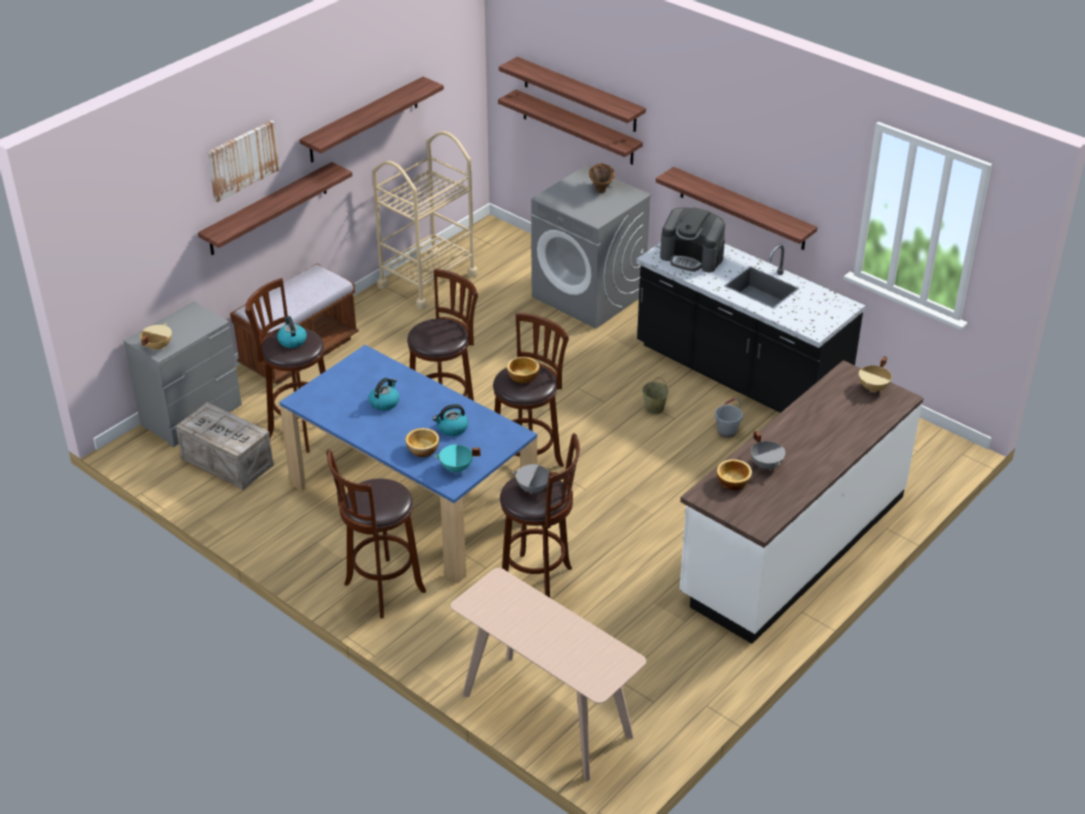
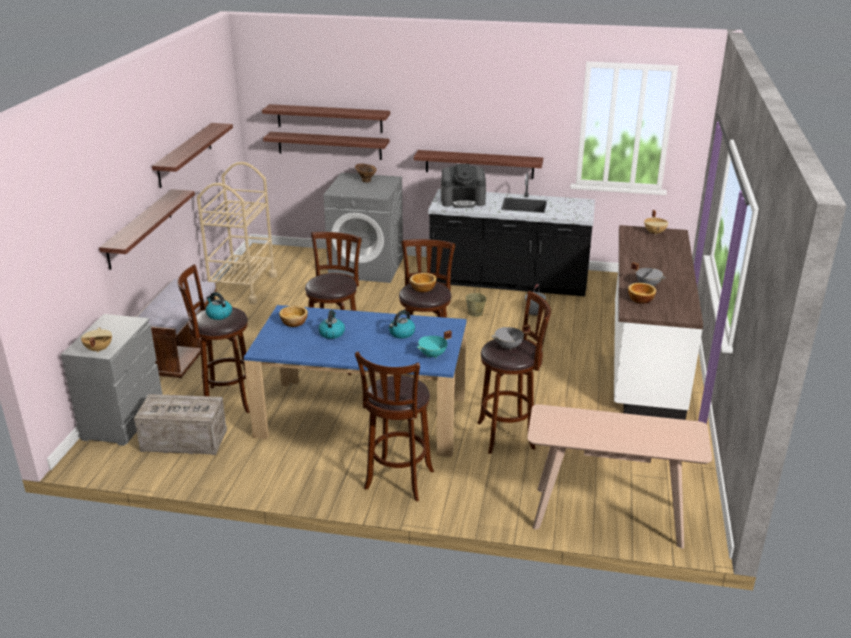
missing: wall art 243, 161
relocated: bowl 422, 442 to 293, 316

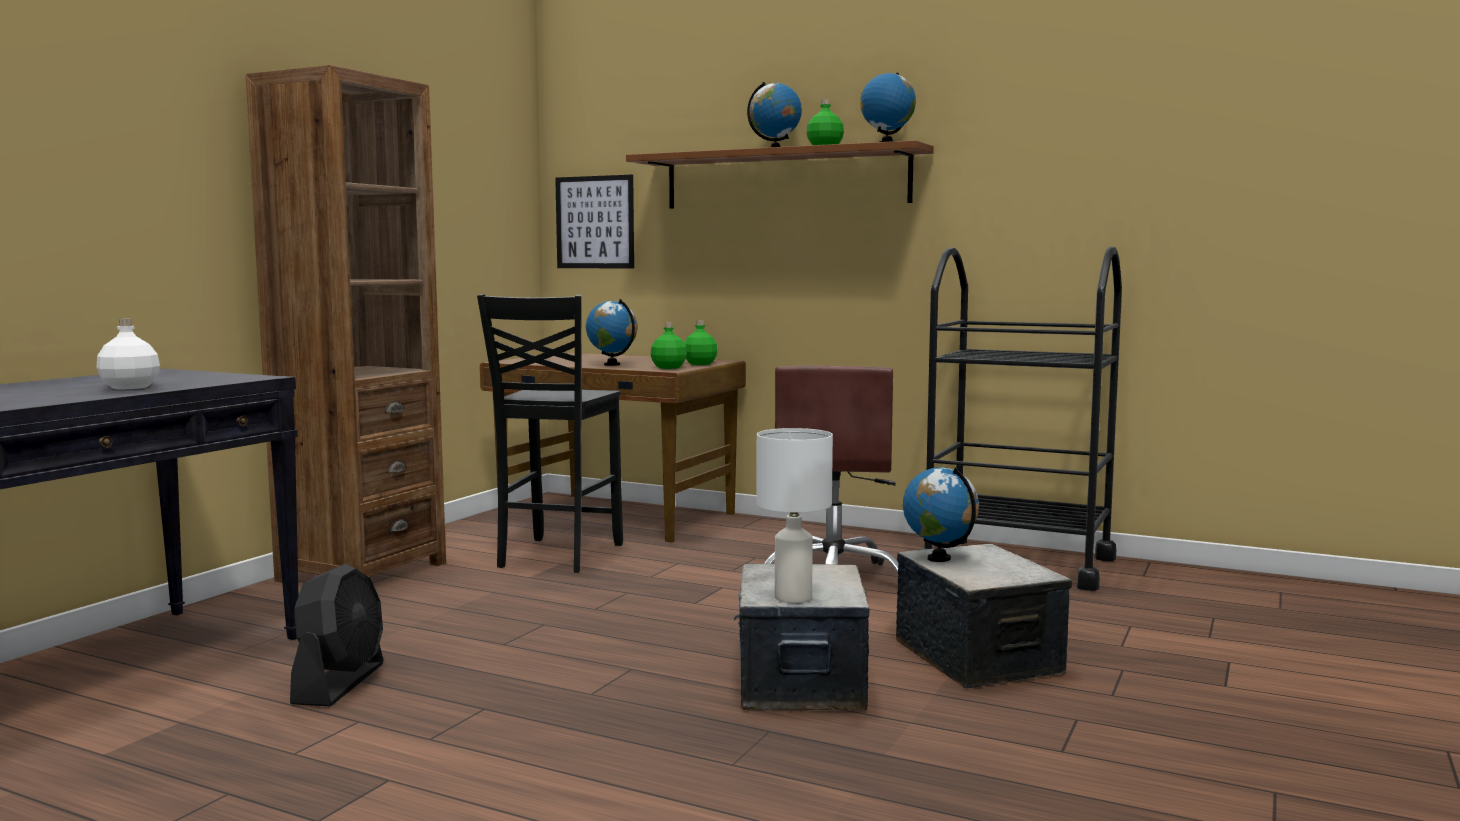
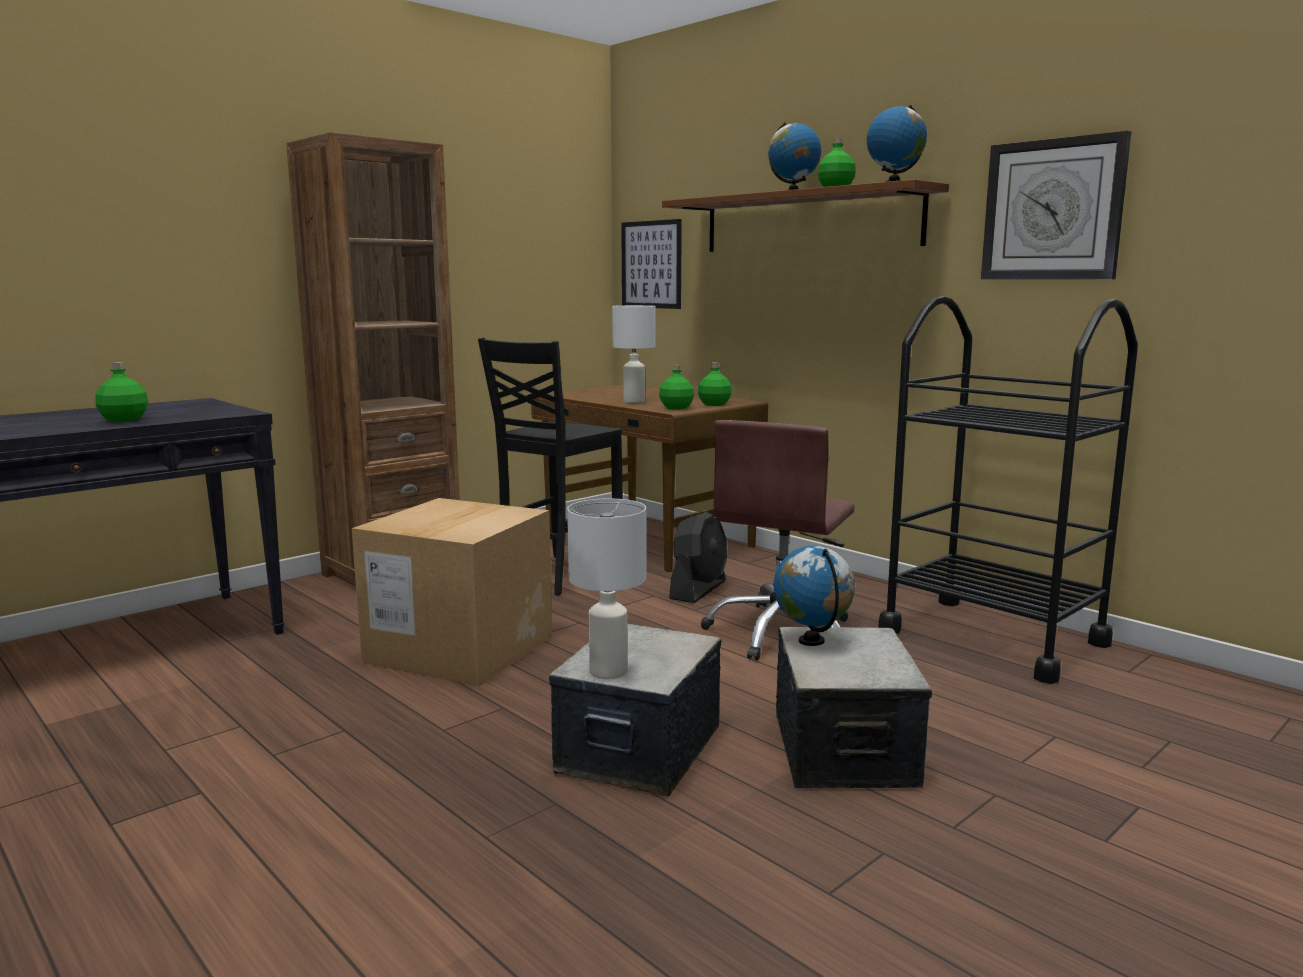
appeared: carton 452, 592; wall clock 1056, 205
relocated: black-coloured fan 336, 635 to 698, 557
exchanged: globe 611, 332 to white tabletop lamp 634, 354
colour: white bottle 128, 354 to greenish bottle 121, 392

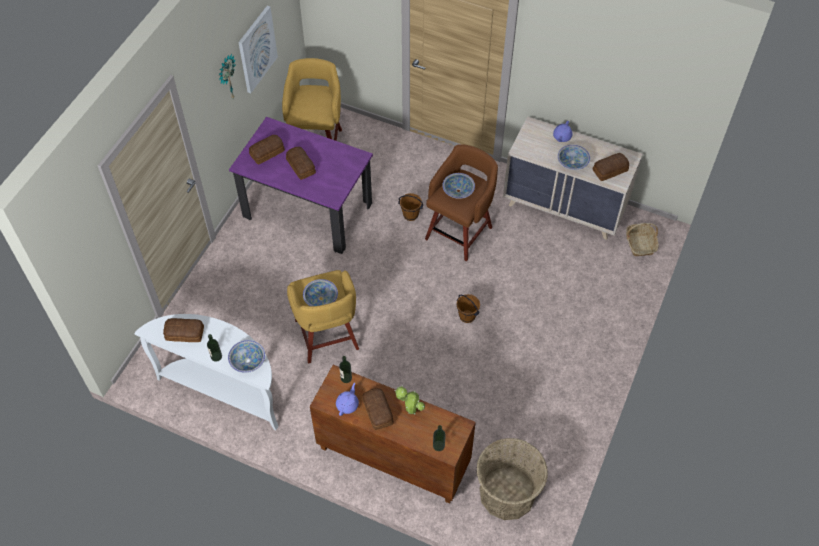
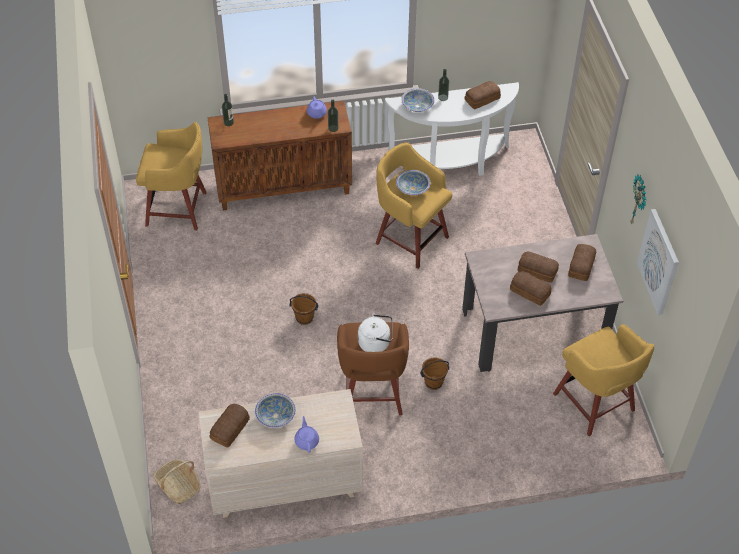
missing: potted plant 409, 400
relocated: bread 378, 409 to 531, 288
exchanged: basket 512, 479 to yellow stool 171, 176; bowl 458, 186 to white kettle 375, 332
colour: purple-coloured dining table 301, 185 to beige dining table 542, 303

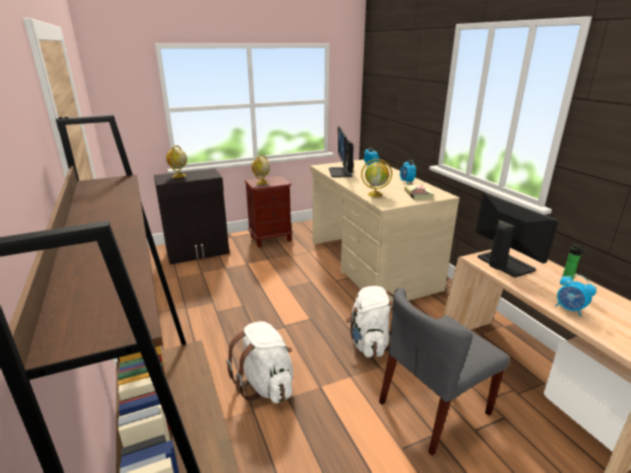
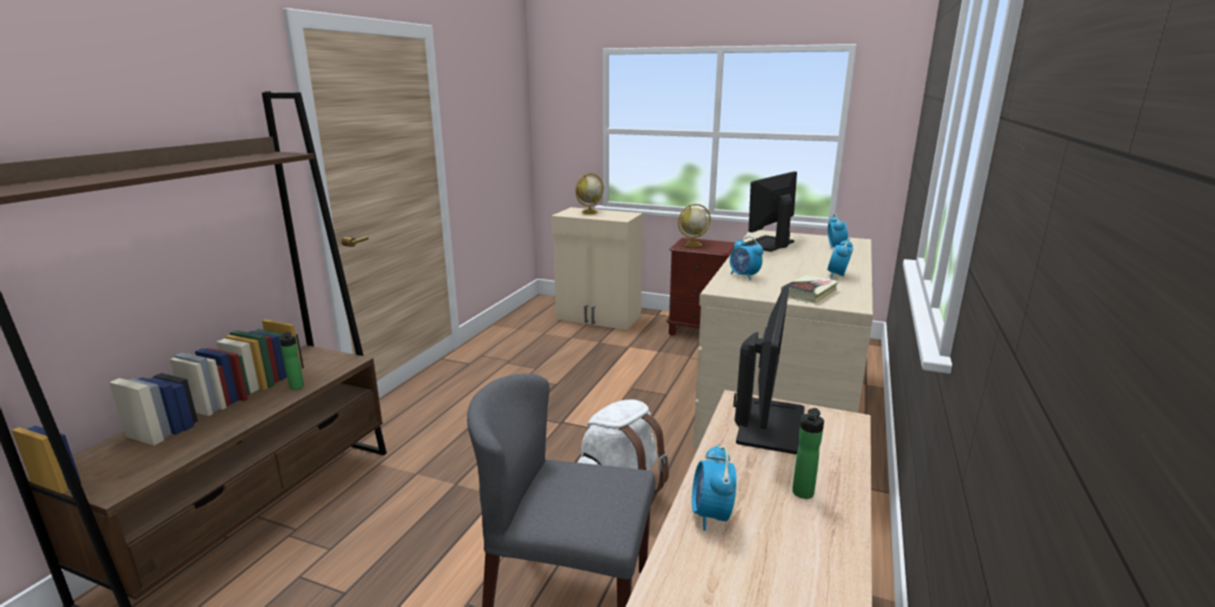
missing: white knapsack 259, 362
appeared: bottle 292, 361
exchanged: globe 376, 178 to bedside clock 746, 258
colour: black-coloured cabinet 191, 216 to beige cabinet 597, 268

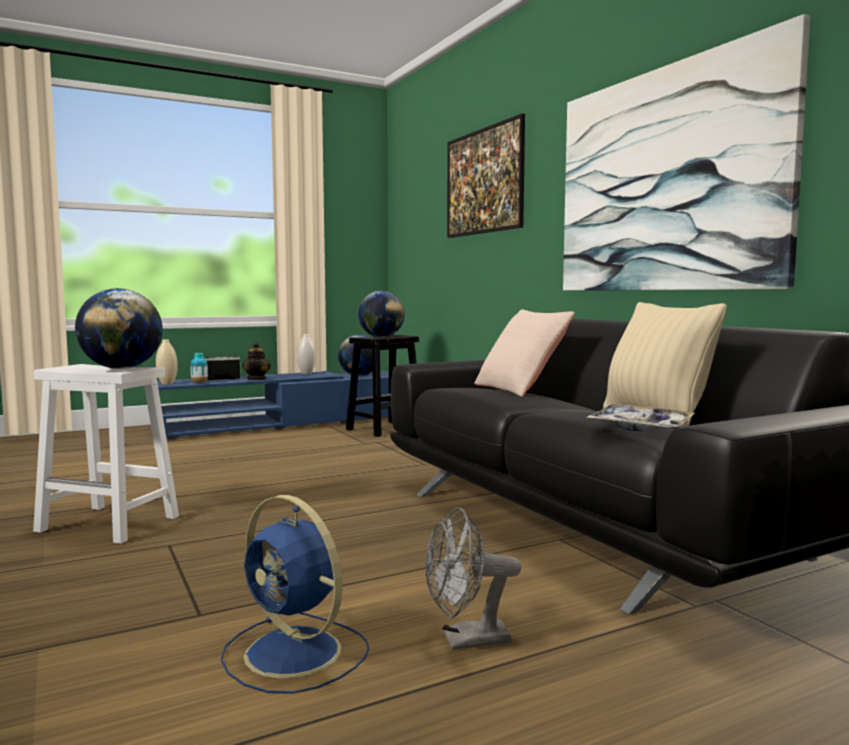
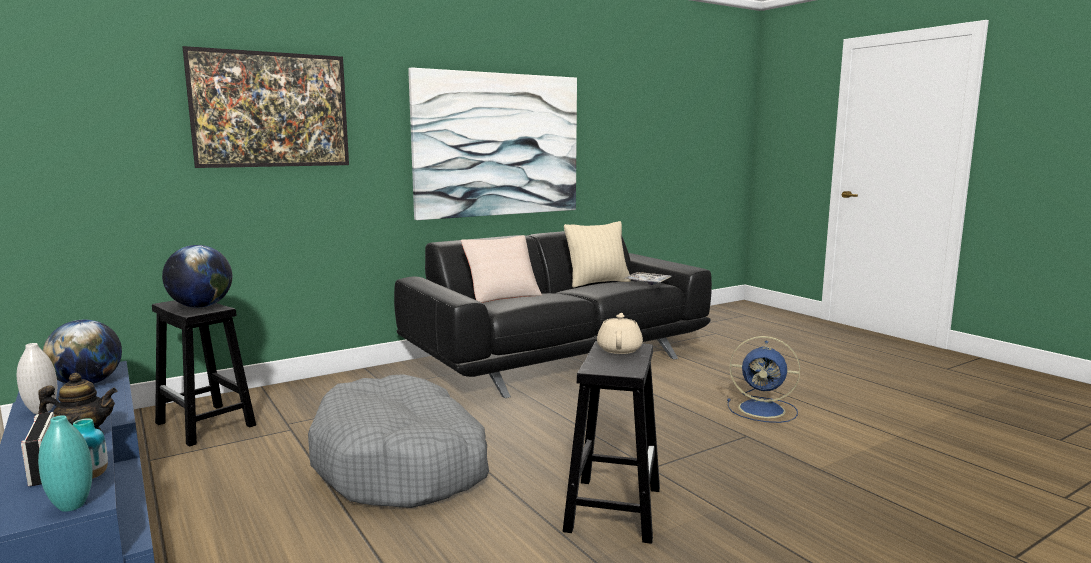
missing: greyish fan 473, 578
appeared: greyish dog bed 398, 441
exchanged: globe 119, 328 to beige teapot 620, 333
colour: beige flower vase 167, 362 to turquoise flower vase 65, 463; white stool 106, 454 to black-coloured stool 611, 442
spun: blue fan 295, 594 = 763, 379 75 degrees clockwise

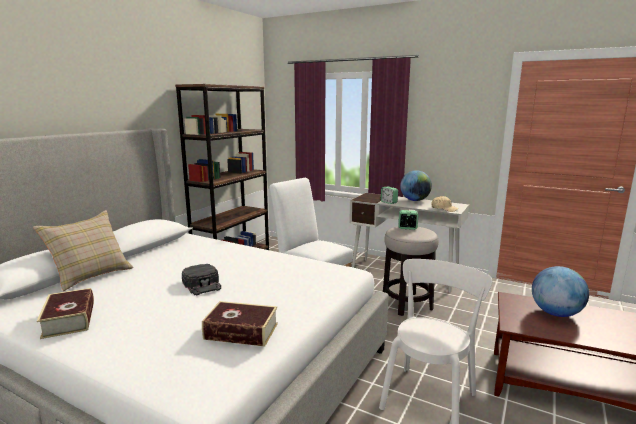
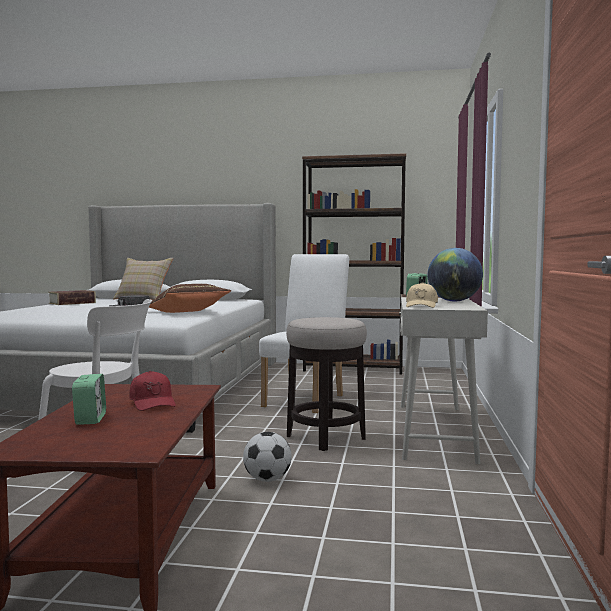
missing: bound book 240, 324
appeared: brownish pillow 190, 298; ball for football 267, 457
relocated: bedside clock 408, 220 to 89, 399
exchanged: globe 560, 291 to red baseball cap 152, 391

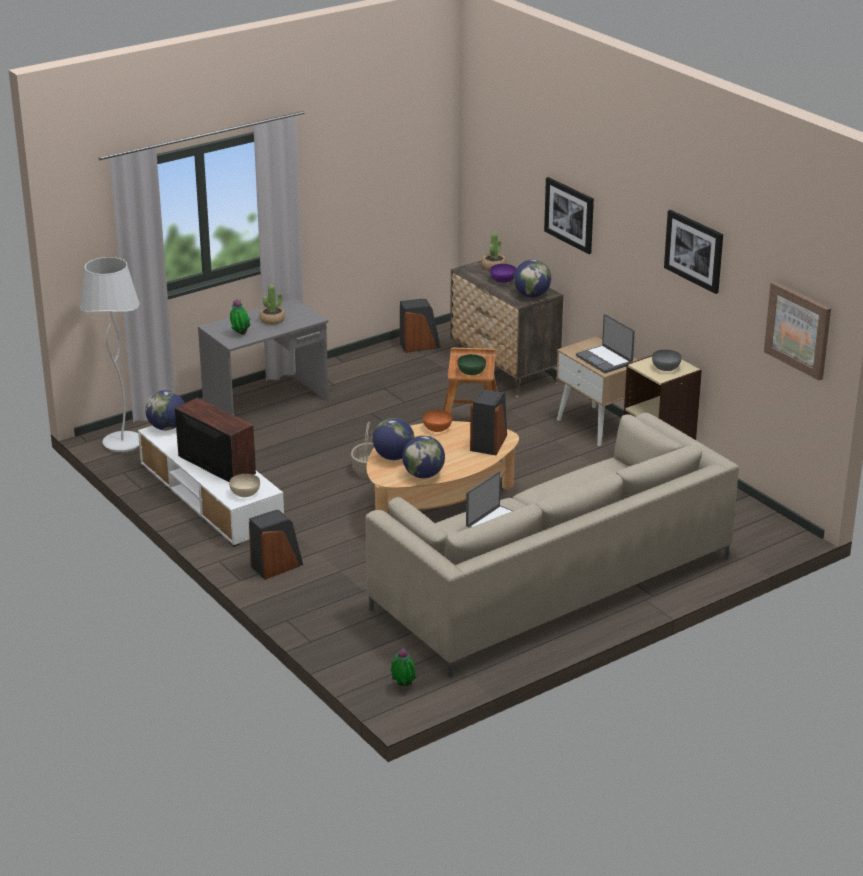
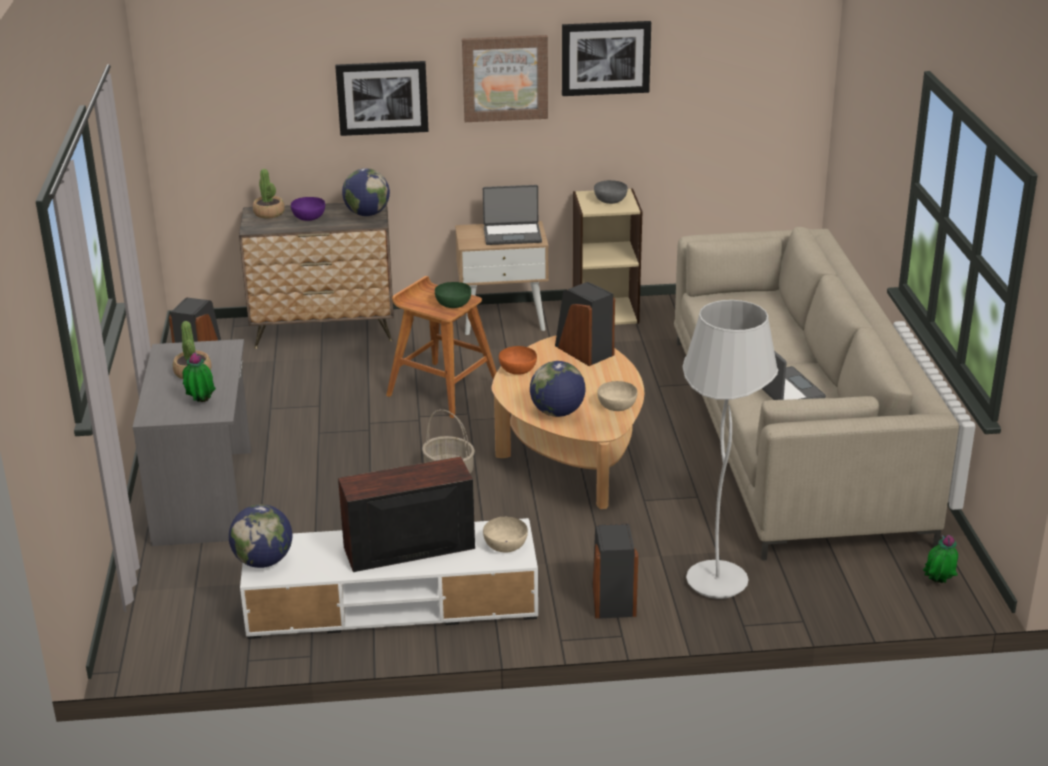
relocated: wall art 797, 330 to 505, 78; white standing lamp 109, 354 to 730, 449
exchanged: globe 423, 457 to beige bowl 617, 396

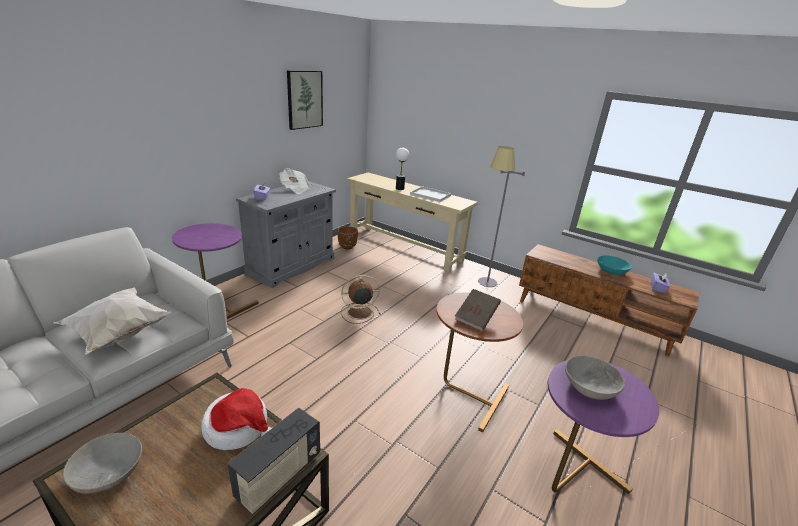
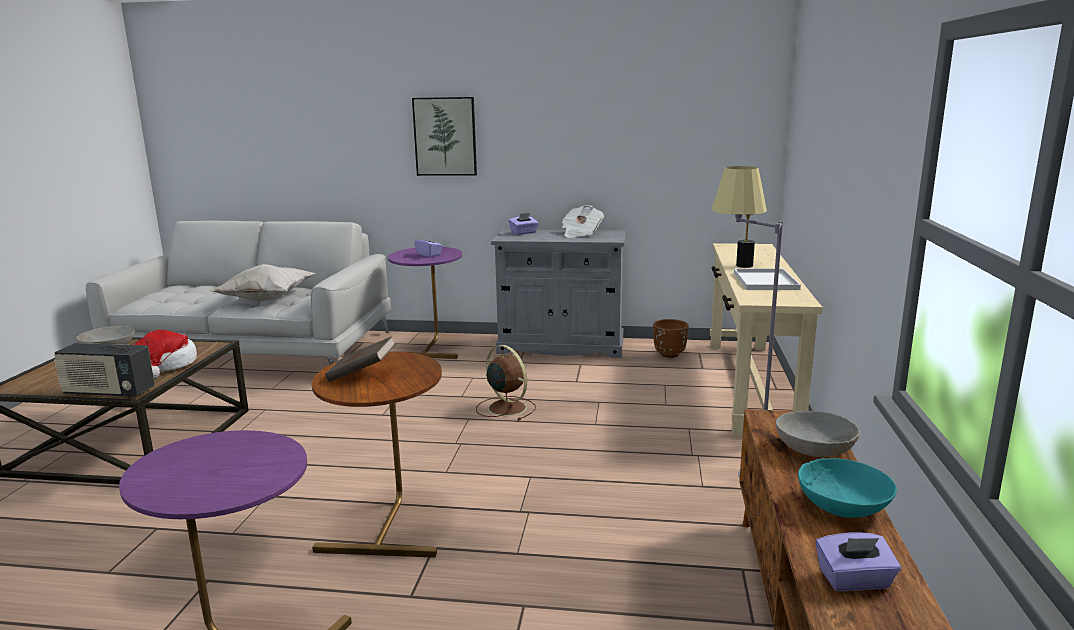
appeared: purple-coloured box of tissues 428, 245
relocated: wall art 305, 100 to 444, 136; greyish bowl 595, 378 to 817, 434

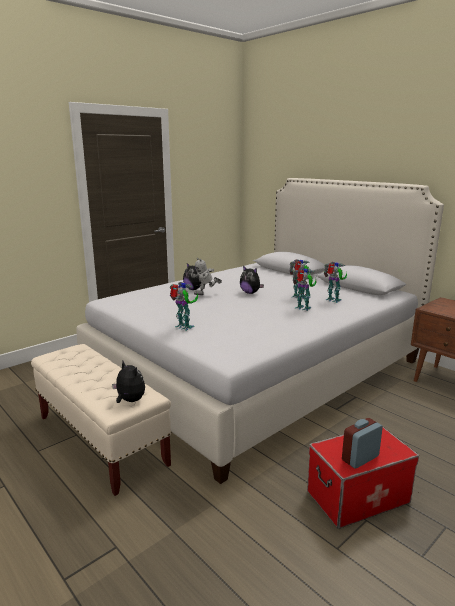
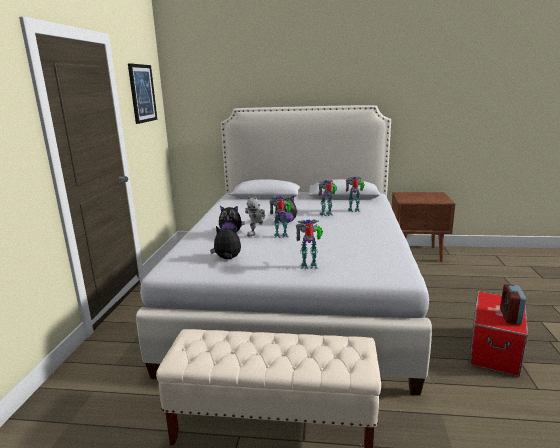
appeared: wall art 142, 93
relocated: soft toy 128, 382 to 225, 242; toy robot 304, 289 to 280, 217

